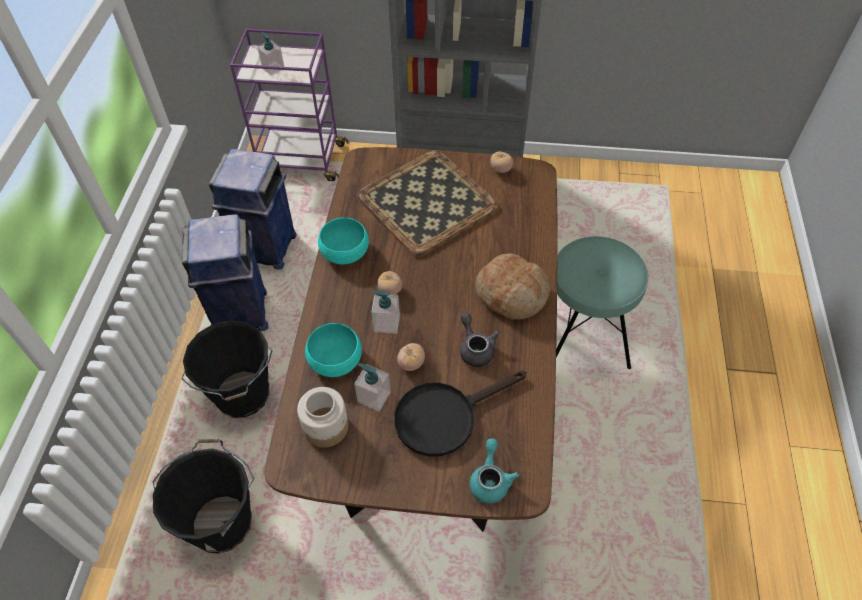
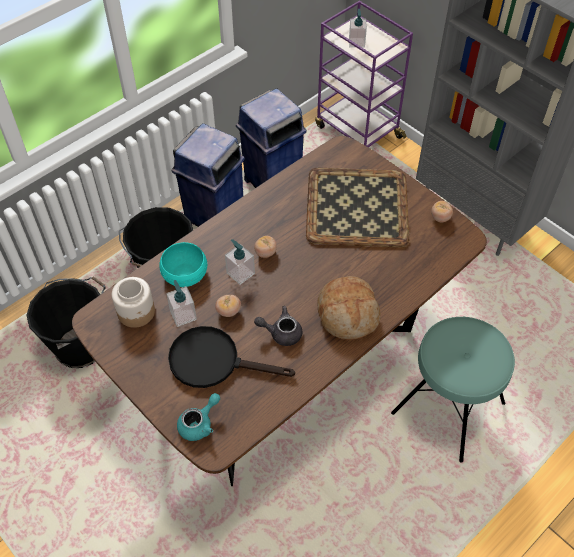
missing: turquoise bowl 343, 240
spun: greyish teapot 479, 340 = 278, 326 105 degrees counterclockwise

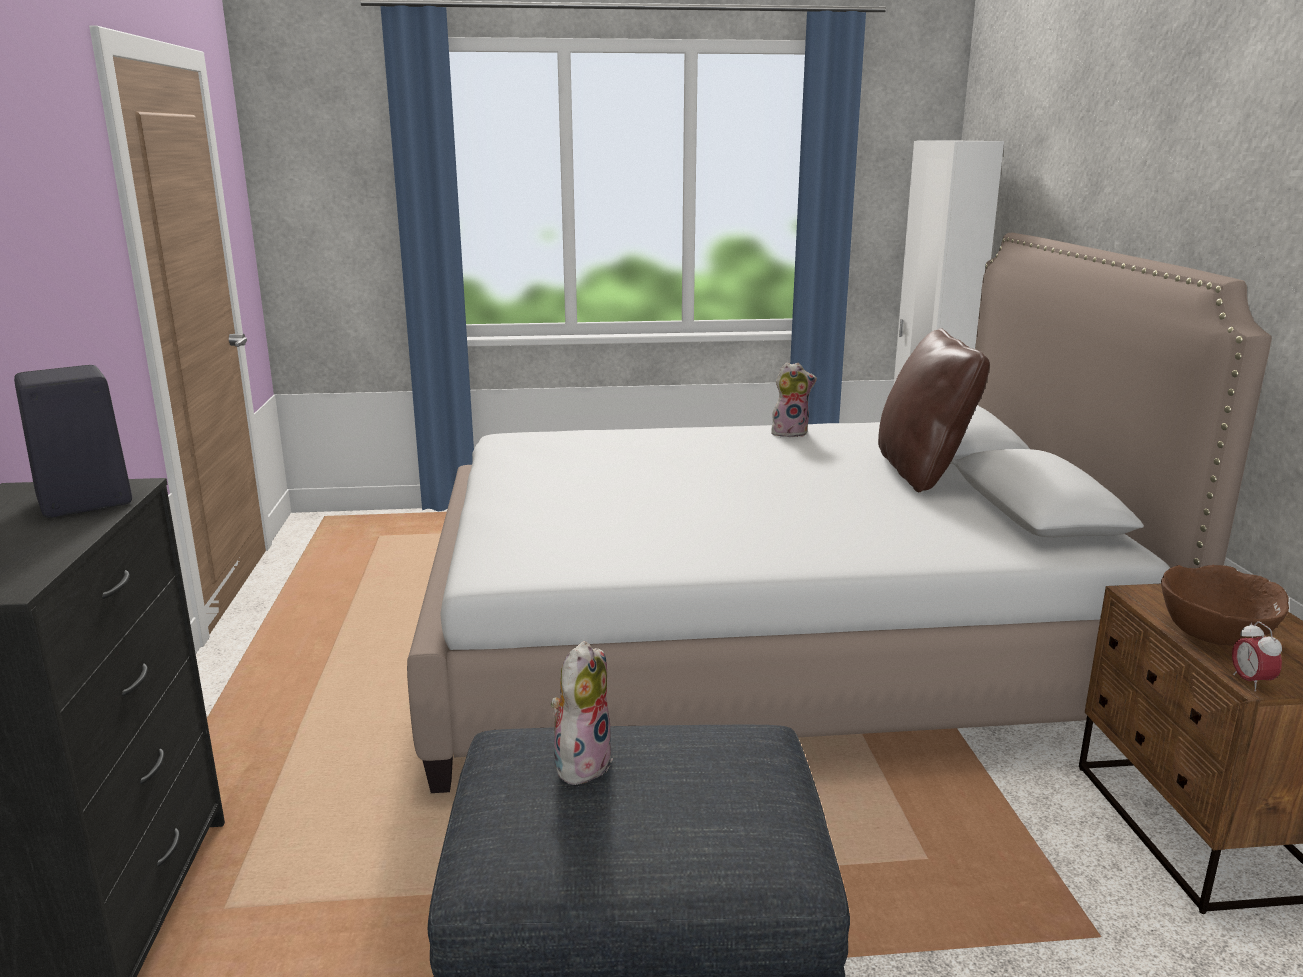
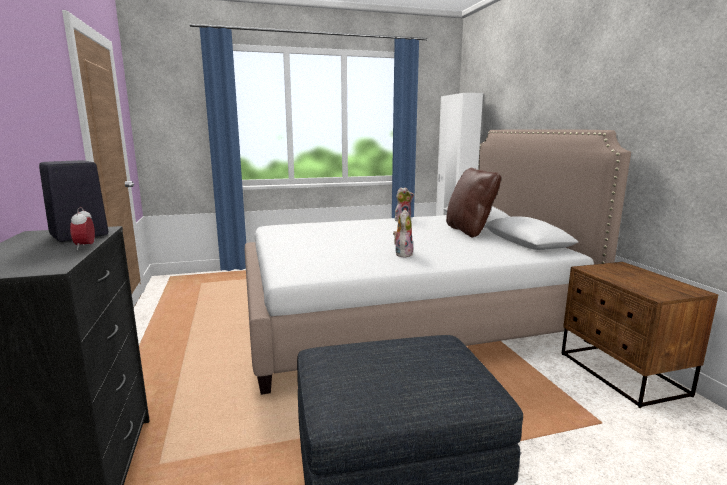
missing: brownish bowl 1225, 605
relocated: bedside clock 1257, 656 to 82, 228; soft toy 579, 713 to 403, 234

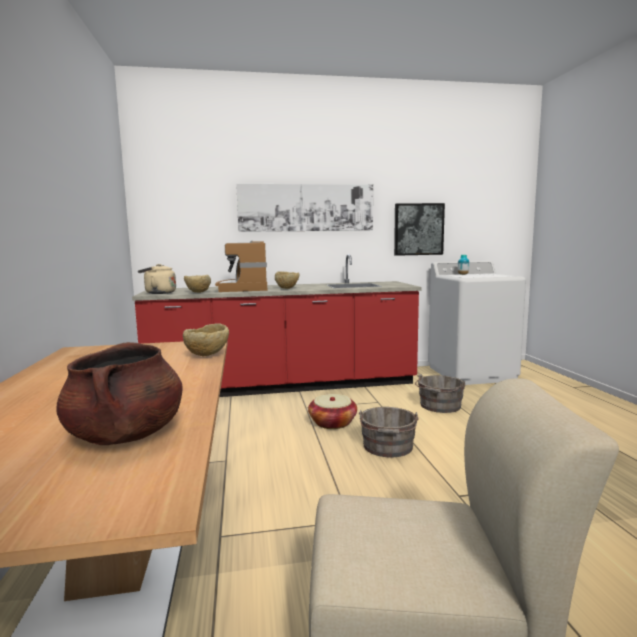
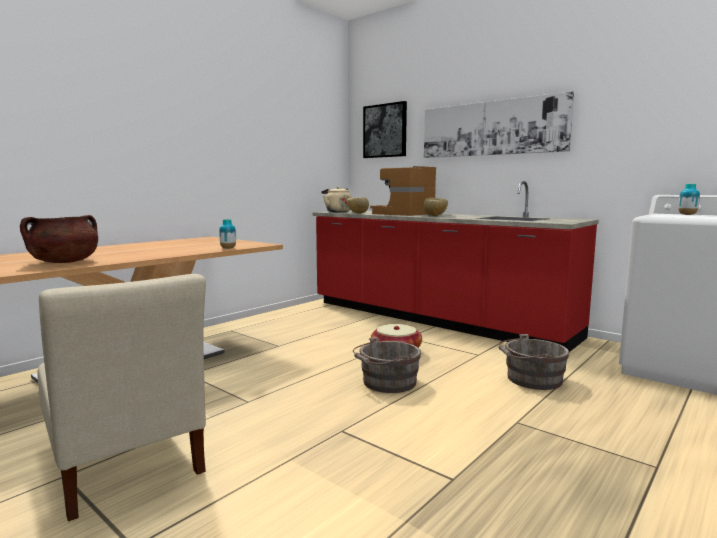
relocated: wall art 419, 229 to 385, 129
exchanged: beige bowl 206, 340 to flower vase 227, 234

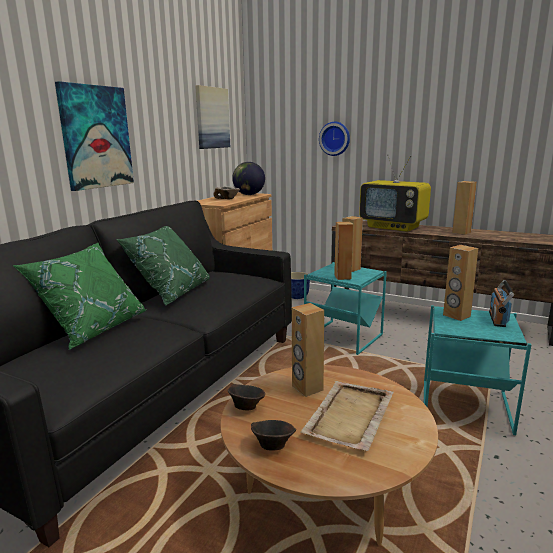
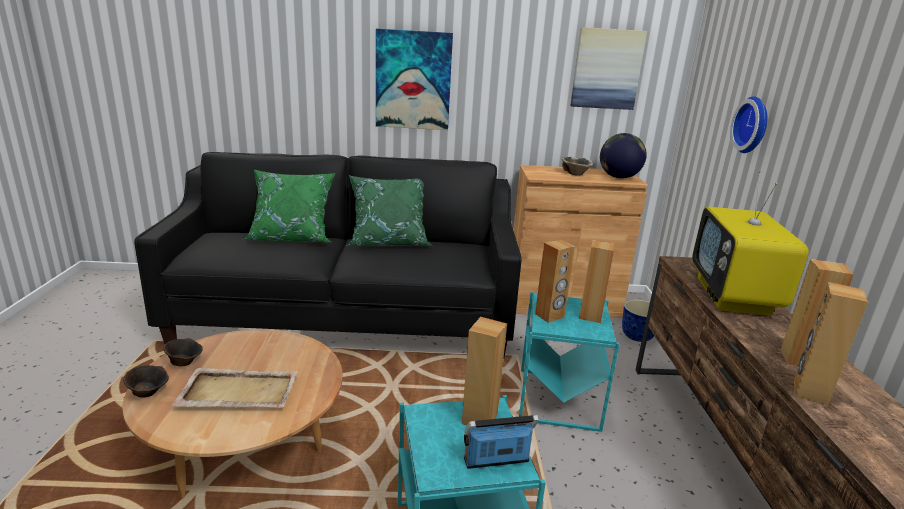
relocated: brownish bowl 246, 397 to 146, 381; brownish audio speaker 308, 350 to 831, 344

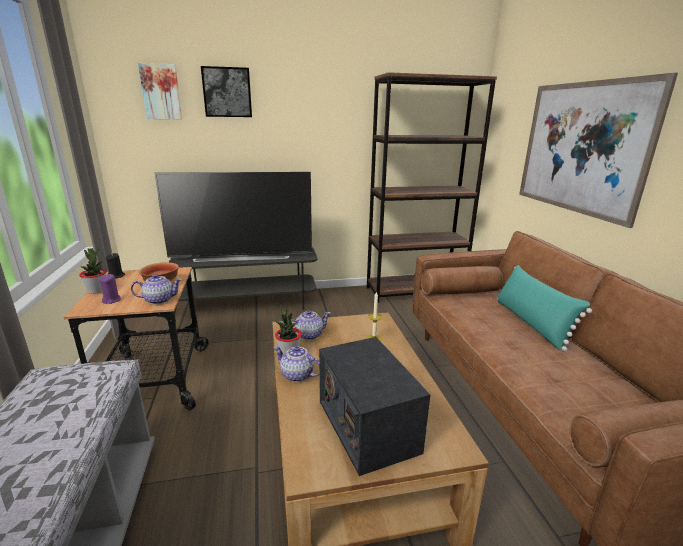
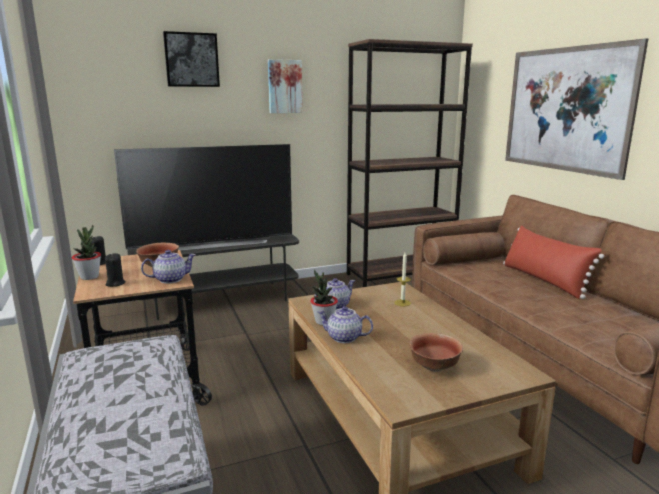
relocated: wall art 160, 91 to 285, 86
exchanged: radio 374, 406 to bowl 436, 352
colour: purple-coloured wax light 110, 289 to black-coloured wax light 115, 270; turquoise pillow 544, 308 to red pillow 553, 262

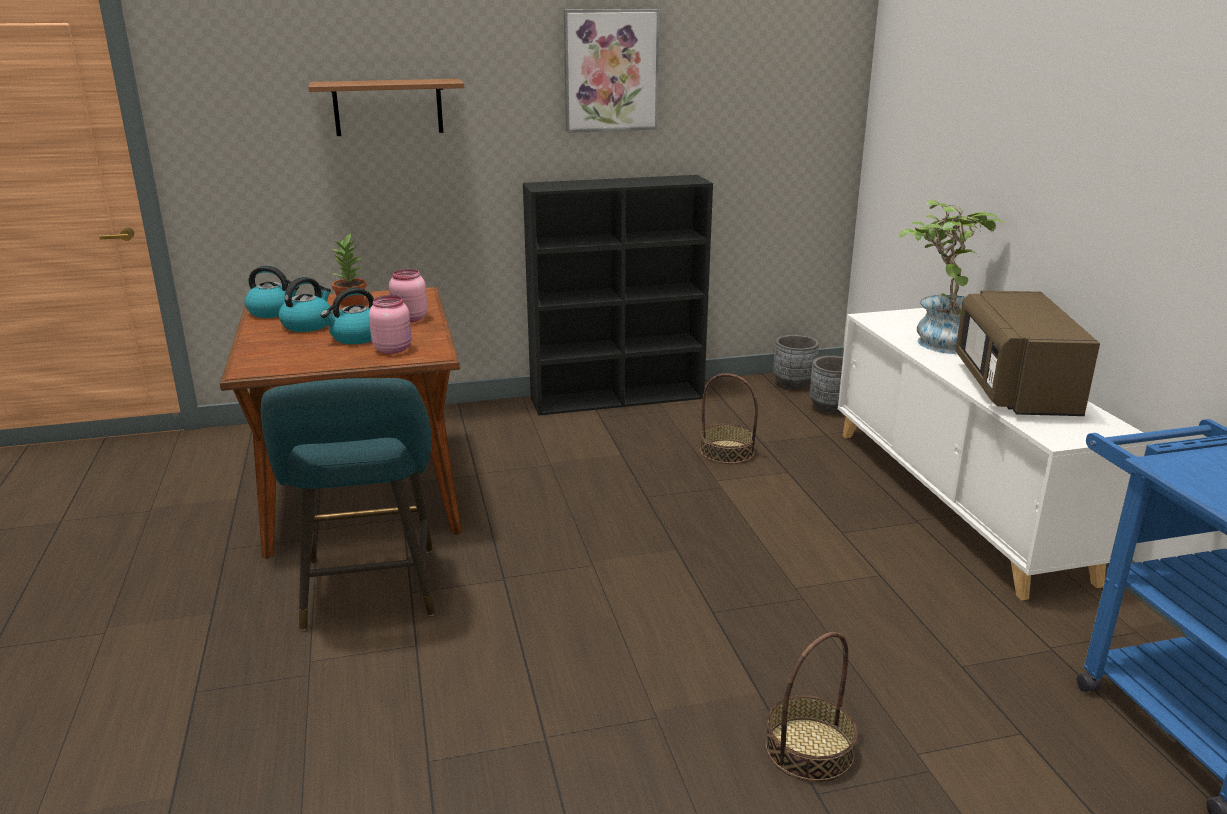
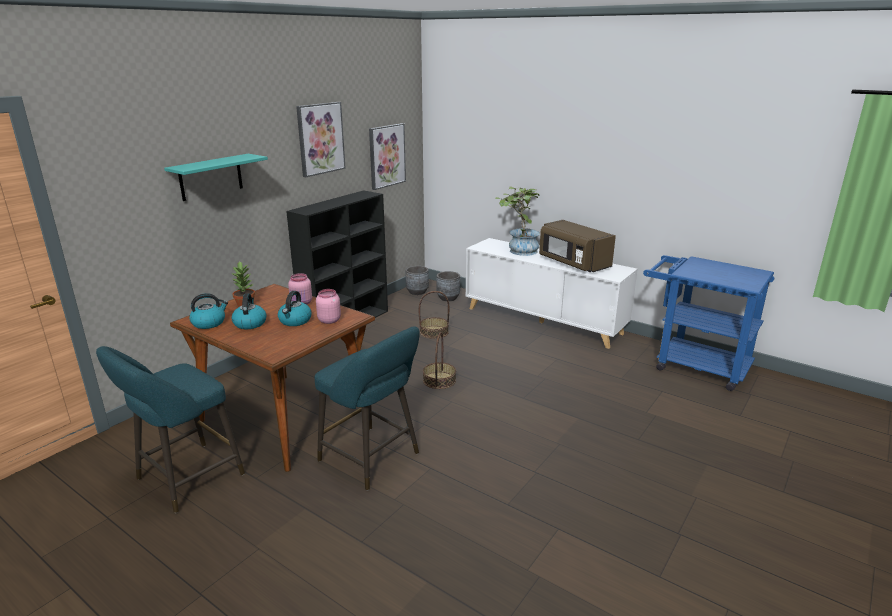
appeared: turquoise stool 170, 429; wall art 387, 156
relocated: basket 811, 707 to 439, 360
colour: brownish bracket shelf 386, 107 to turquoise bracket shelf 216, 177

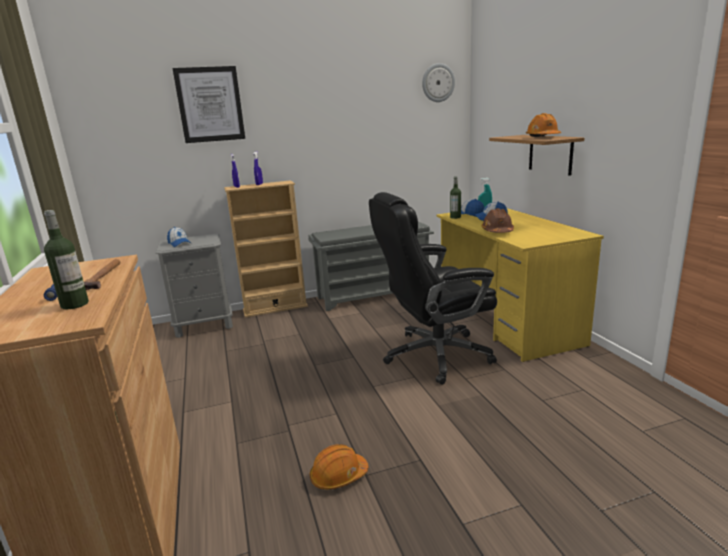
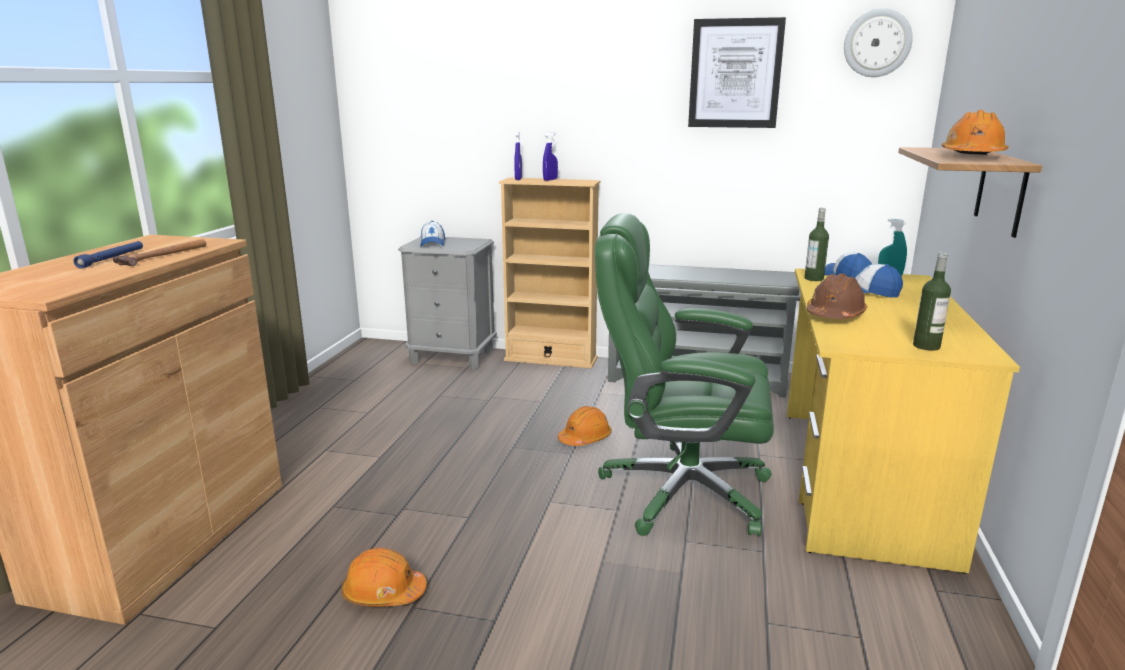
appeared: orange hard hat 585, 426
relocated: wall art 209, 104 to 737, 72; bottle 66, 259 to 932, 301
colour: black-coloured desk chair 433, 288 to greenish desk chair 684, 374

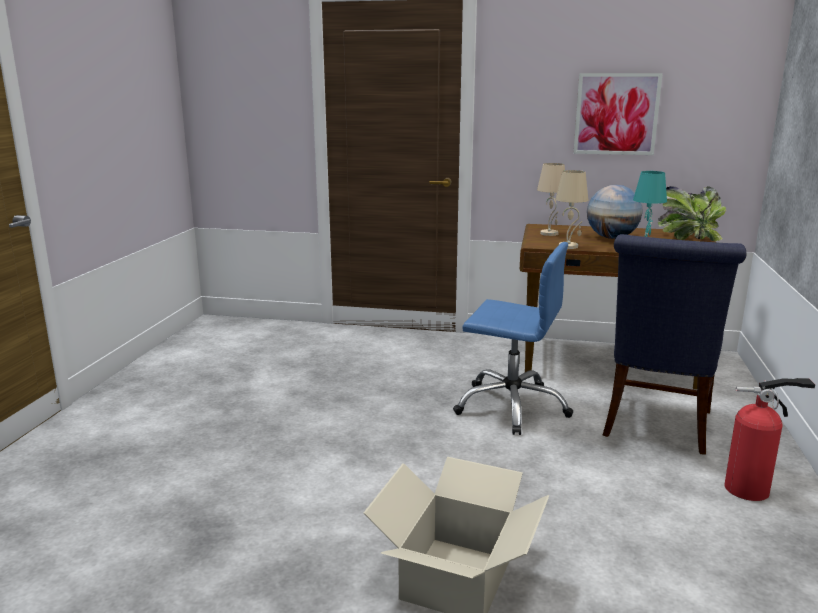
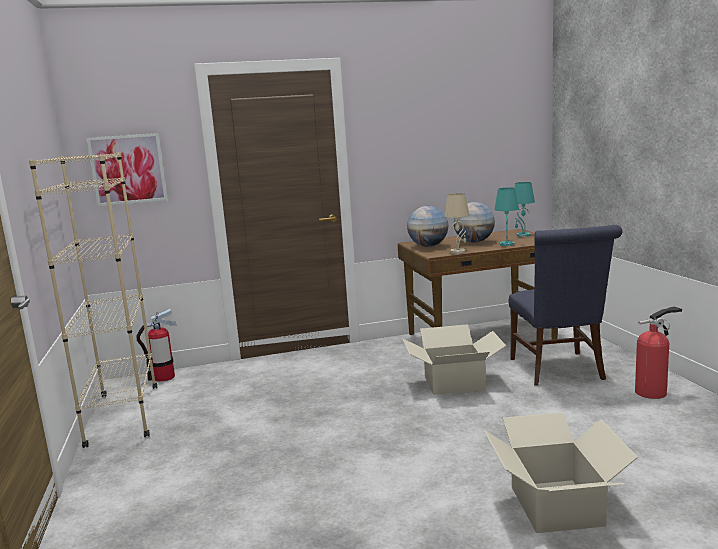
appeared: beige bookcase 93, 300; fire-fighting cylinder 156, 345
relocated: wall art 618, 114 to 127, 169
exchanged: blue desk chair 513, 338 to carton 454, 359; beige tabletop lamp 551, 199 to globe 428, 226; potted plant 692, 213 to turquoise tabletop lamp 524, 209

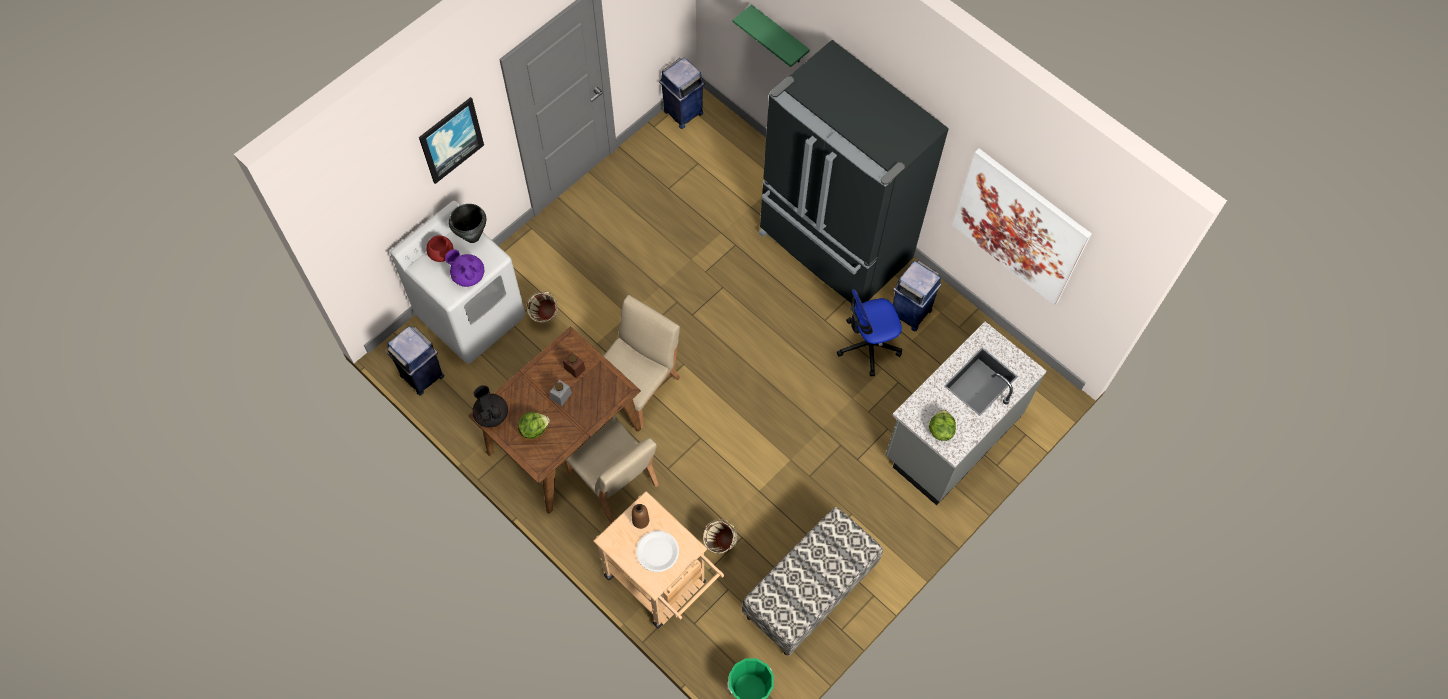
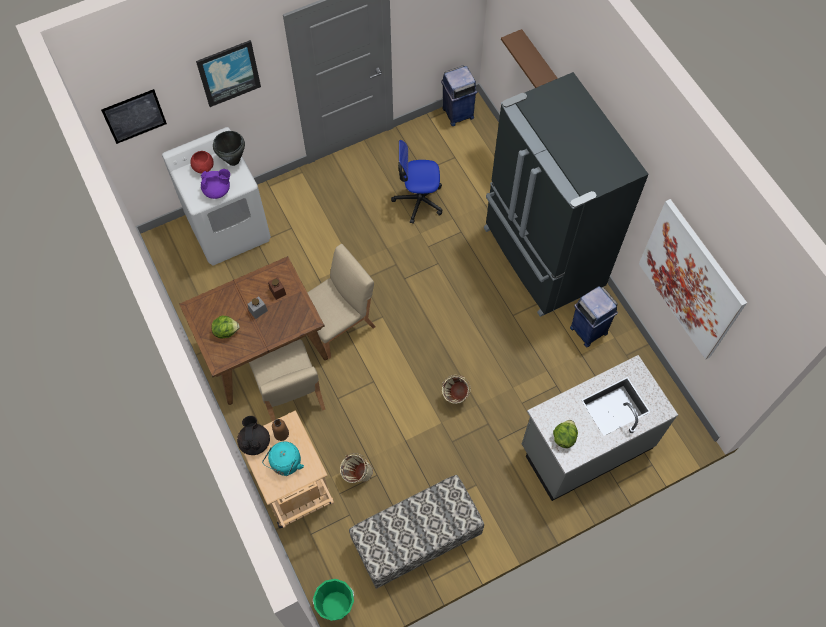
missing: blue trash can 415, 360
appeared: wall art 134, 116
relocated: black-coloured teapot 490, 406 to 253, 435; desk chair 869, 332 to 416, 182; beige bucket 542, 307 to 456, 389
exchanged: white dinner plate 657, 551 to turquoise kettle 283, 459
colour: greenish bracket shelf 771, 36 to brownish bracket shelf 529, 58
spun: purple-coloured teapot 464, 268 = 215, 184 120 degrees clockwise

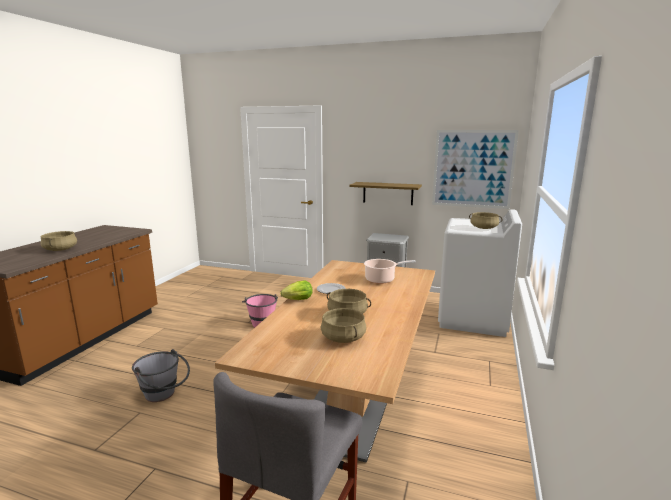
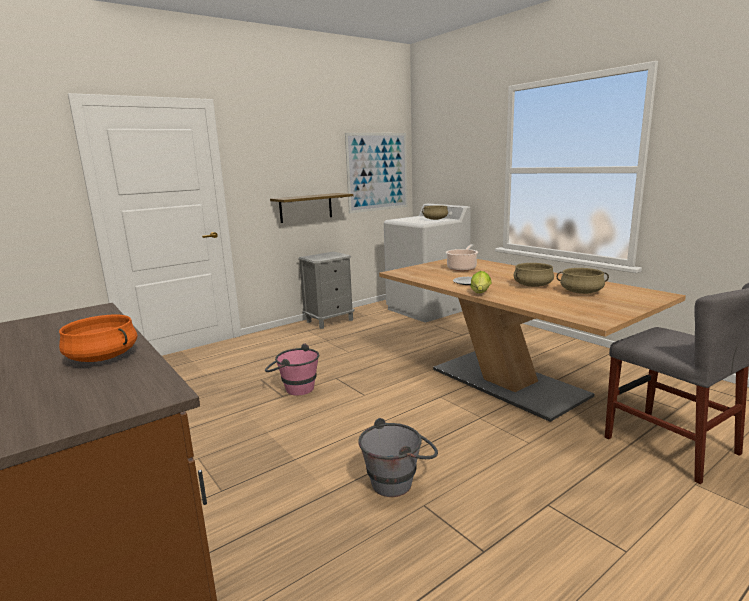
colour: beige stockpot 58, 241 to orange stockpot 98, 338

